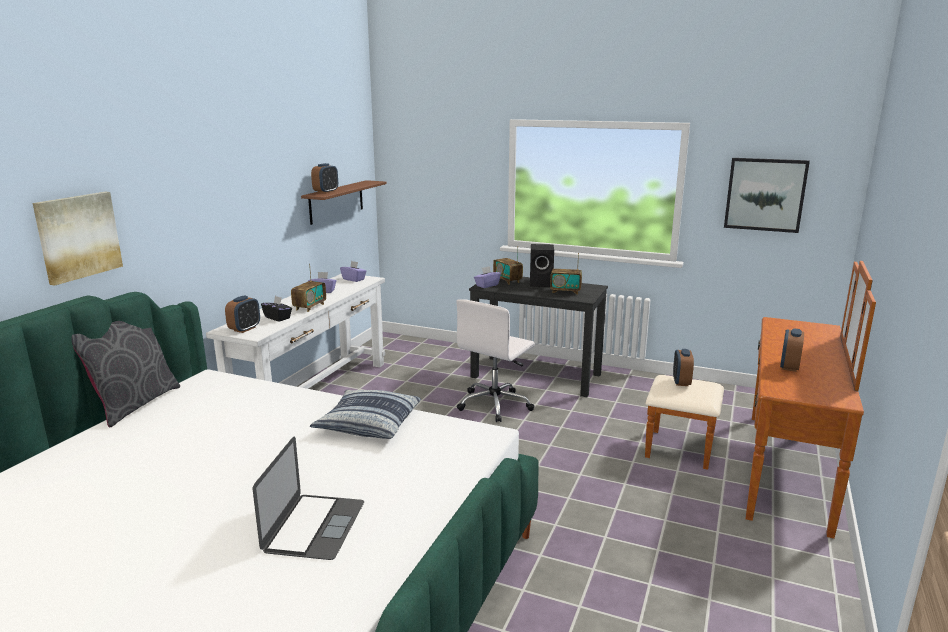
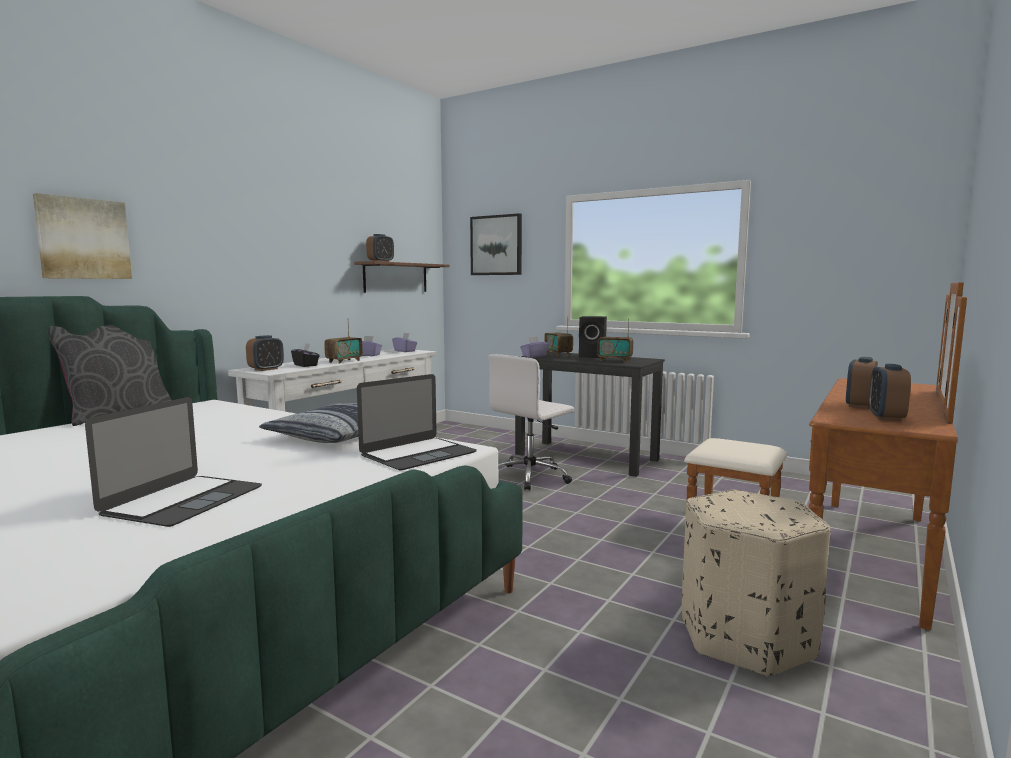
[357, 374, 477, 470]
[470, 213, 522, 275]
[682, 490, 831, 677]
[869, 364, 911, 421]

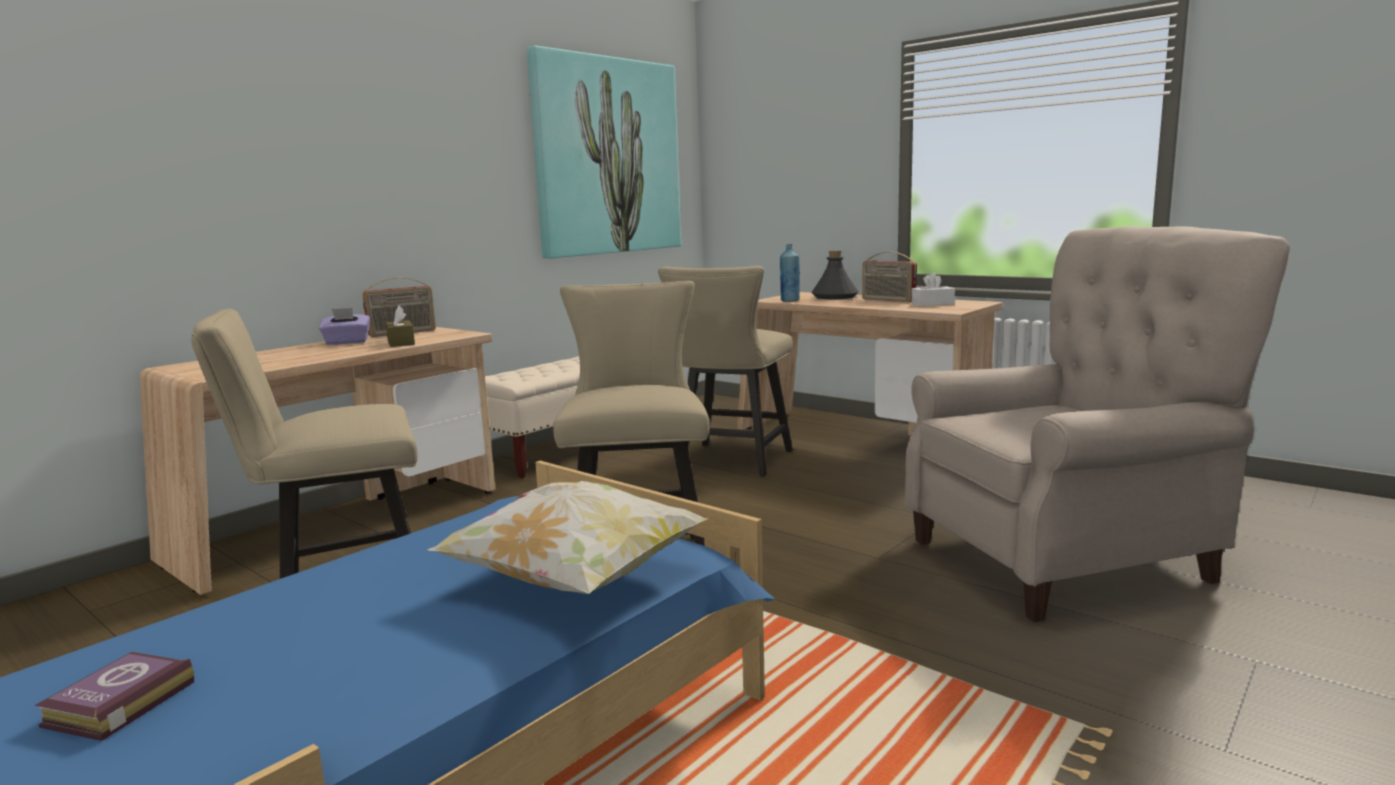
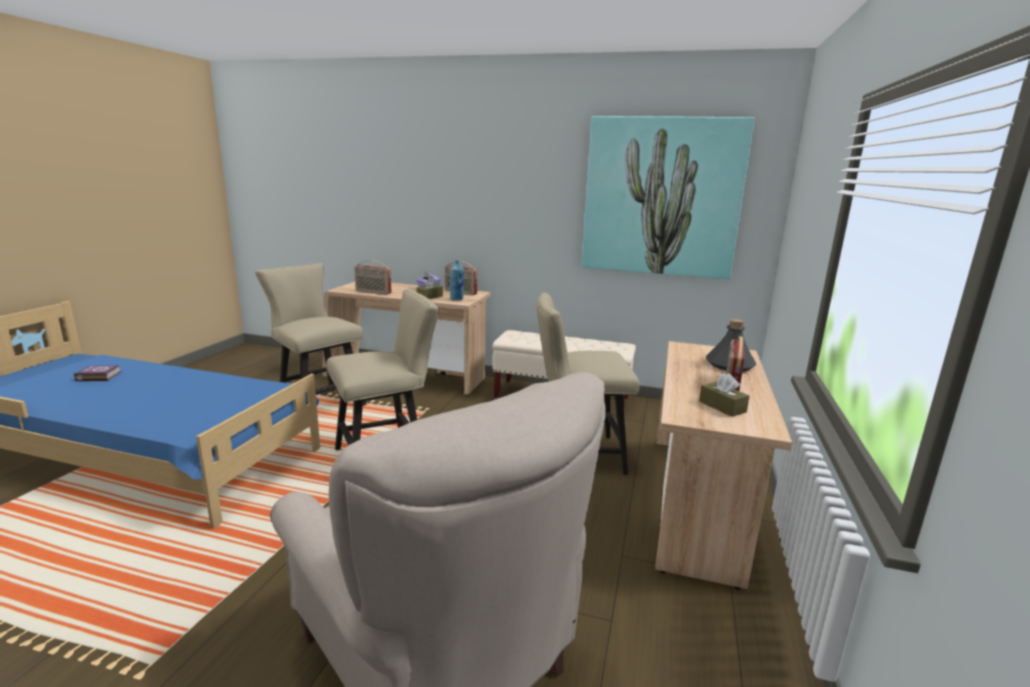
[354, 261, 391, 294]
[450, 260, 464, 301]
[699, 373, 750, 417]
[428, 481, 709, 594] (first image)

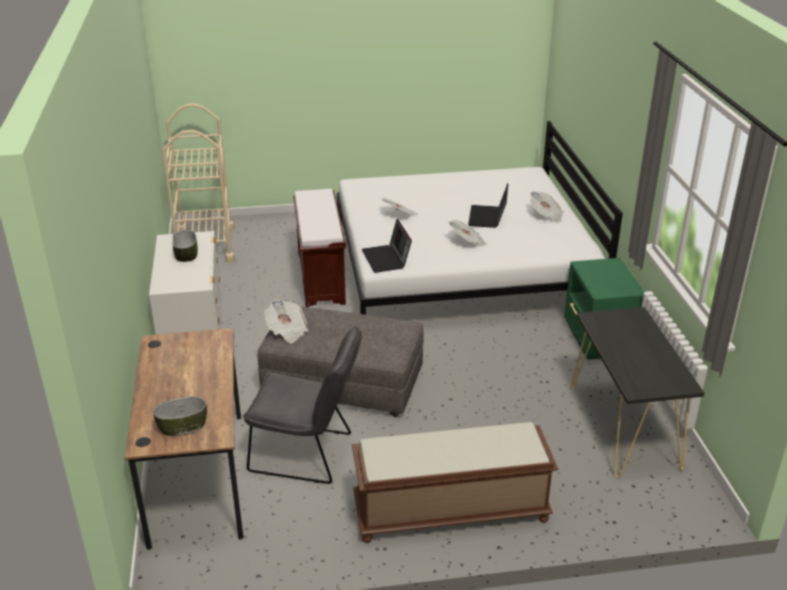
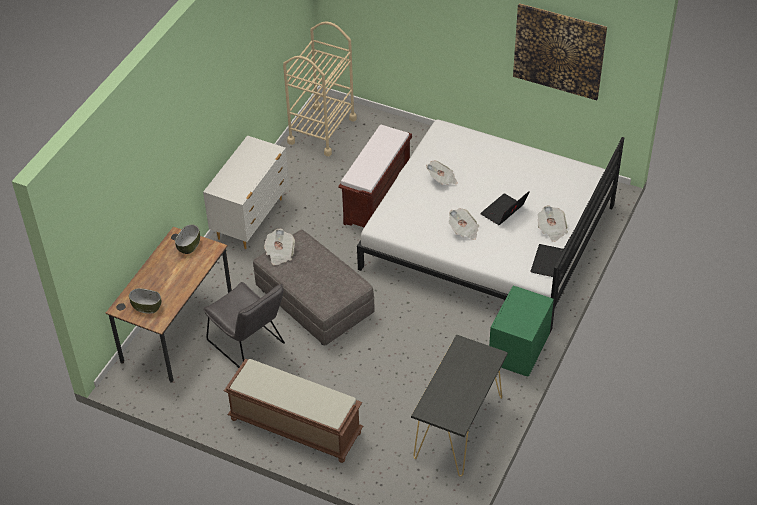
[175, 225, 200, 254]
[513, 3, 607, 100]
[530, 234, 572, 277]

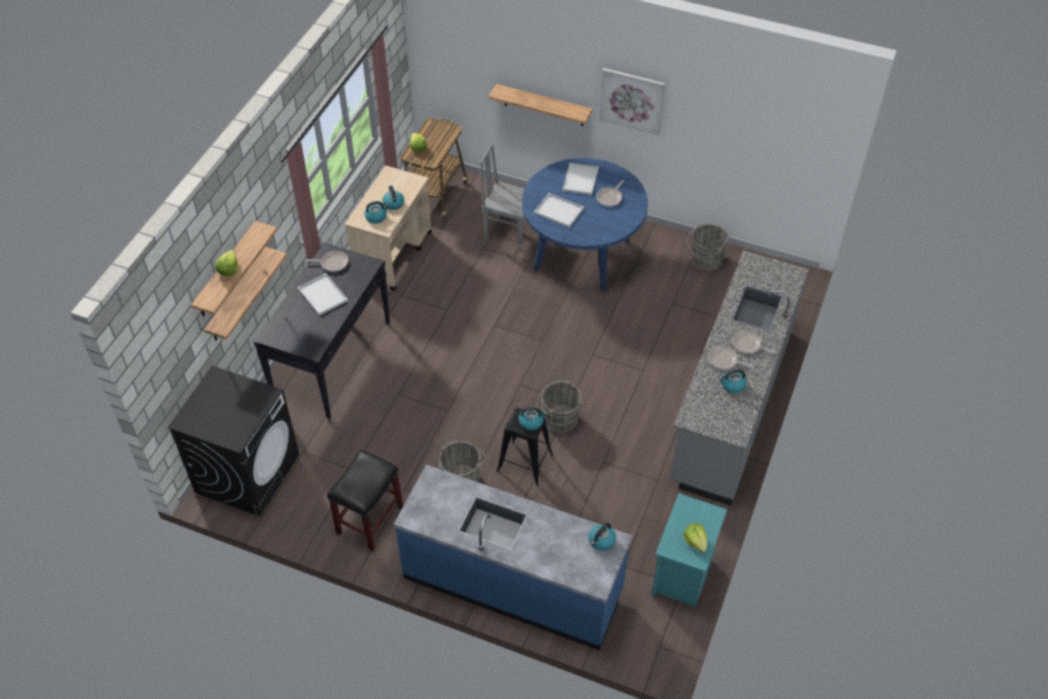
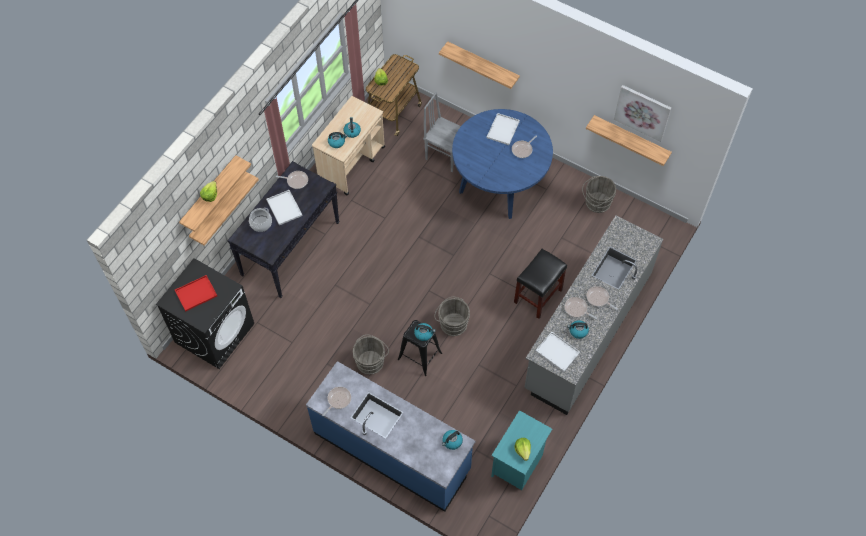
[175, 275, 217, 311]
[249, 208, 272, 232]
[322, 387, 351, 416]
[514, 249, 567, 319]
[535, 332, 580, 372]
[586, 115, 672, 166]
[614, 85, 671, 142]

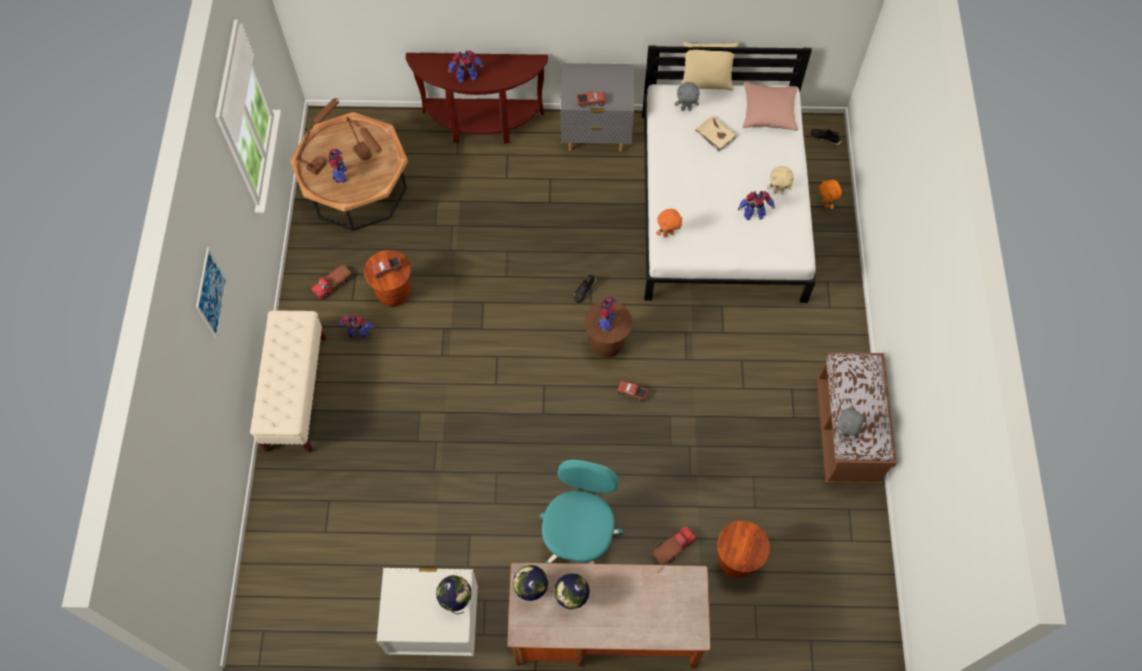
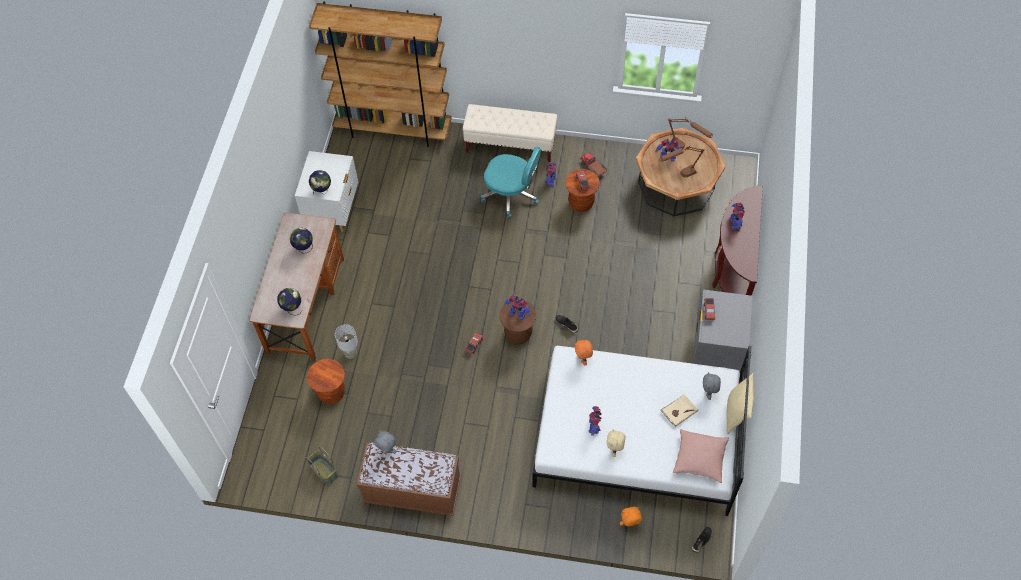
[277, 288, 302, 316]
[306, 446, 338, 485]
[309, 1, 452, 147]
[335, 324, 358, 359]
[481, 146, 541, 219]
[196, 248, 227, 338] (first image)

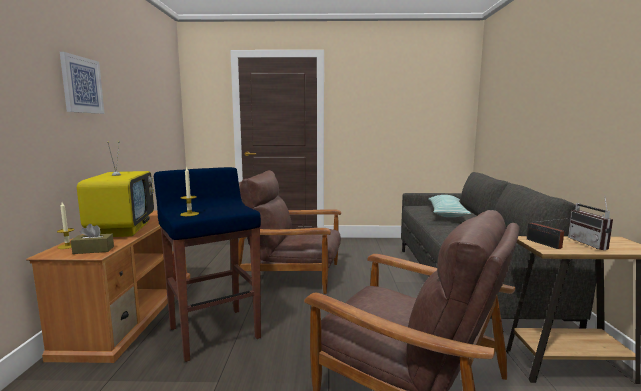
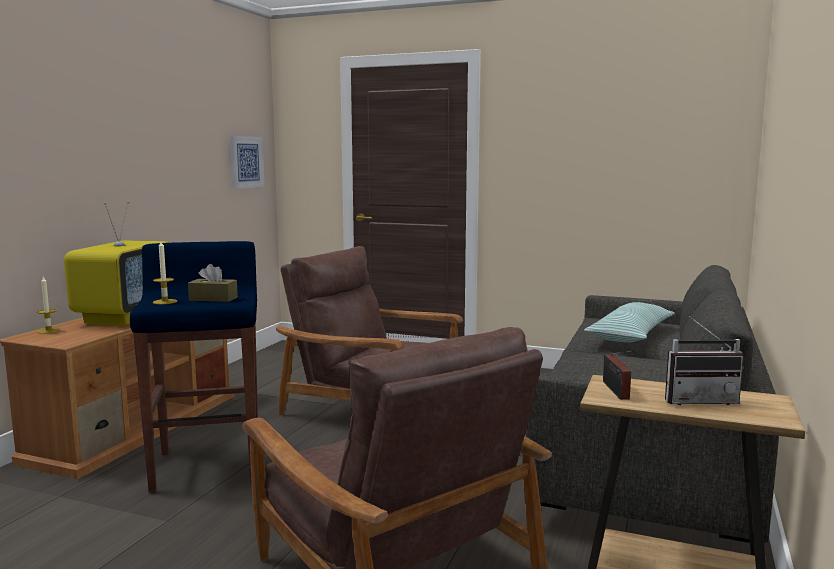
[188, 264, 238, 302]
[230, 136, 264, 189]
[665, 316, 744, 405]

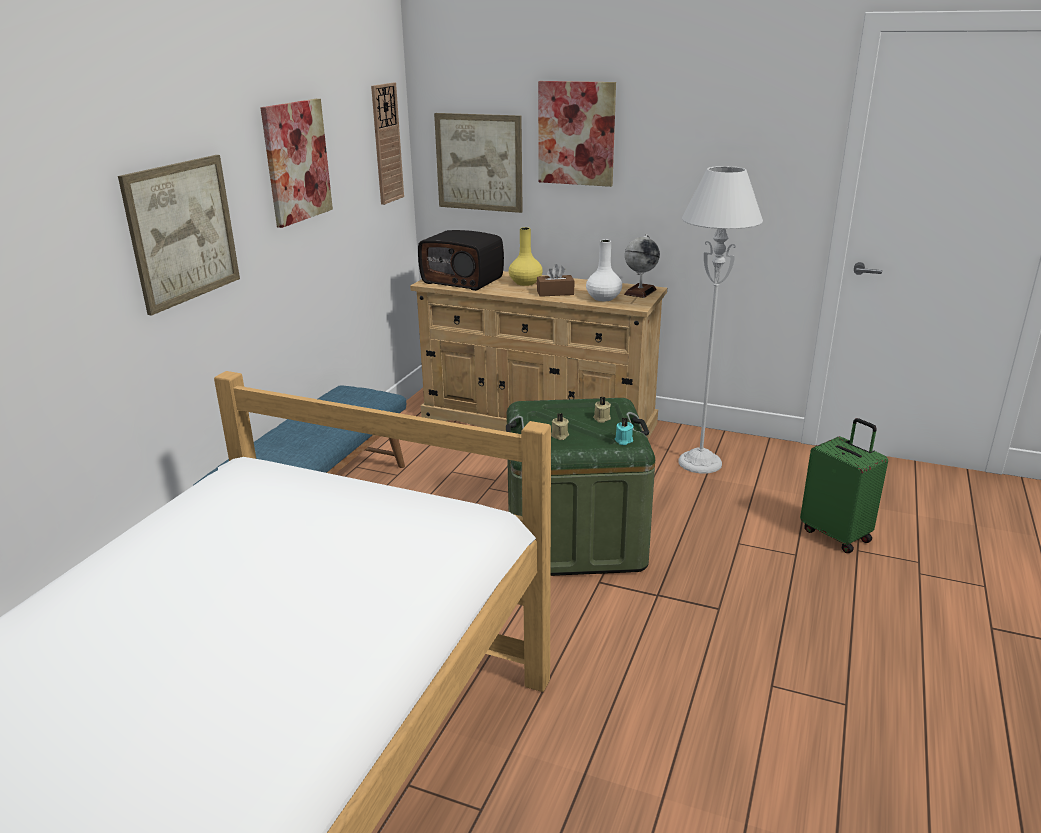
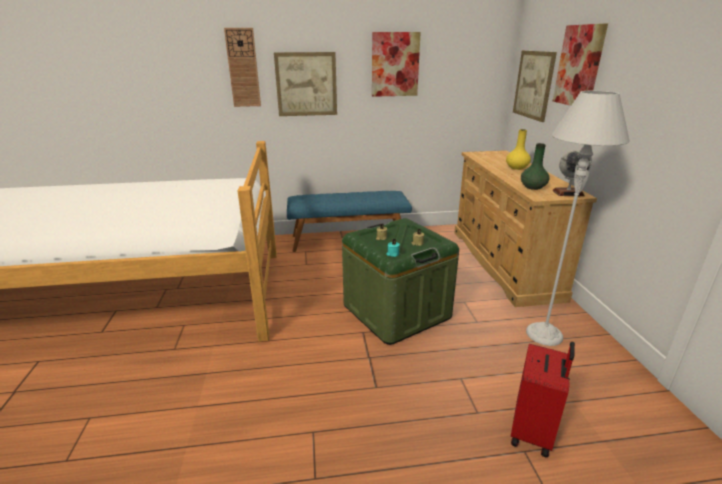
[224, 28, 261, 107]
[511, 342, 575, 457]
[521, 143, 550, 190]
[418, 230, 504, 291] (first image)
[537, 264, 574, 297] (first image)

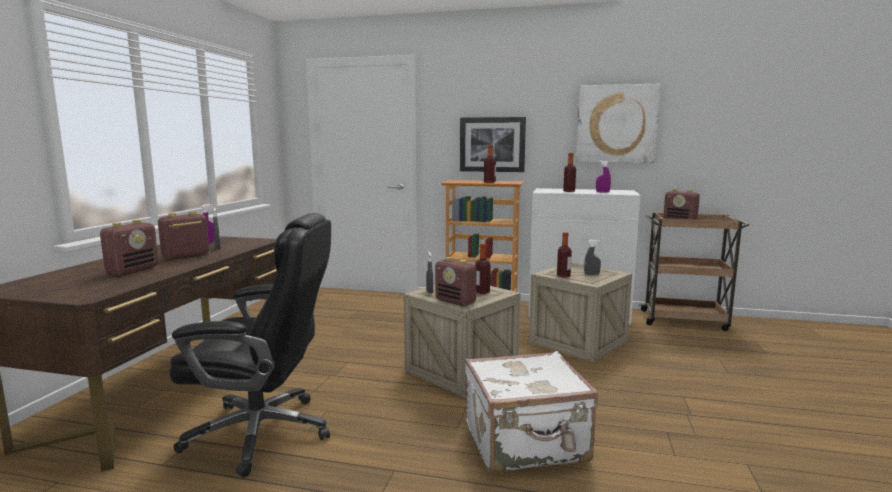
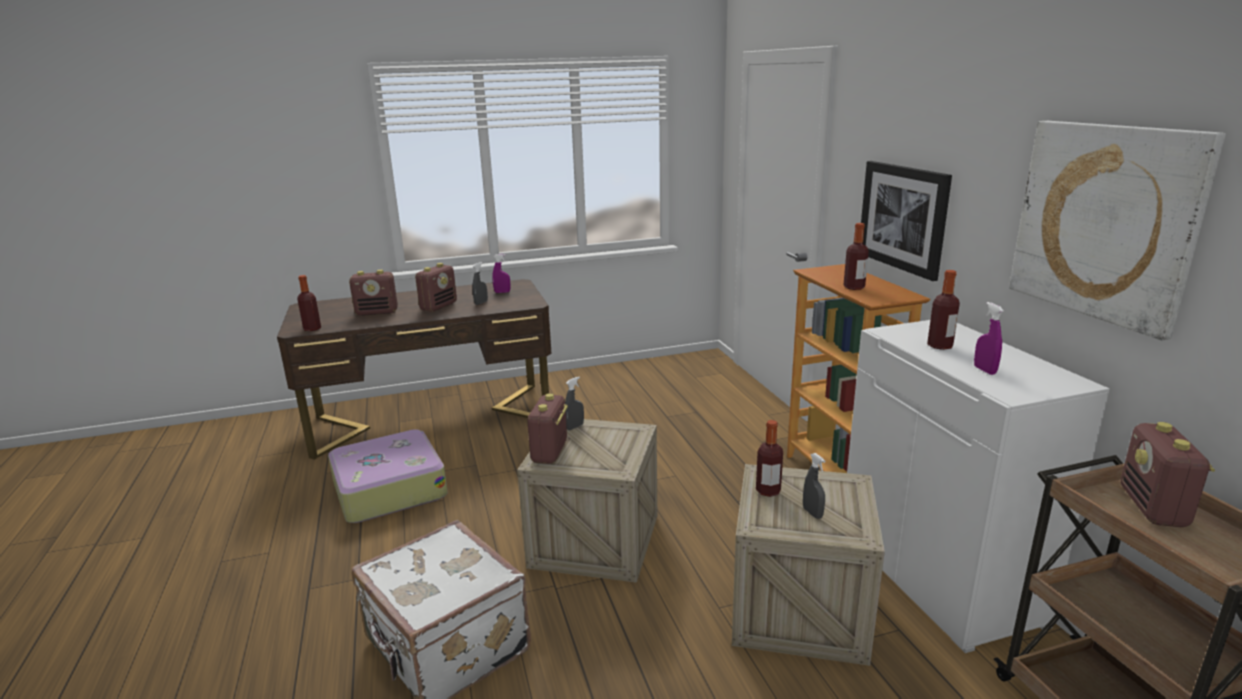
[297, 275, 321, 331]
[328, 429, 448, 523]
[415, 263, 457, 311]

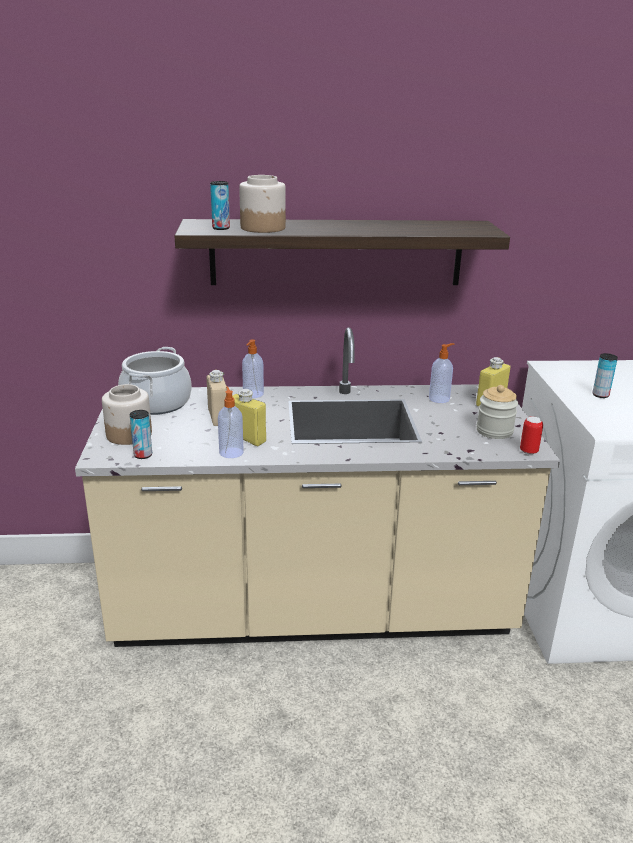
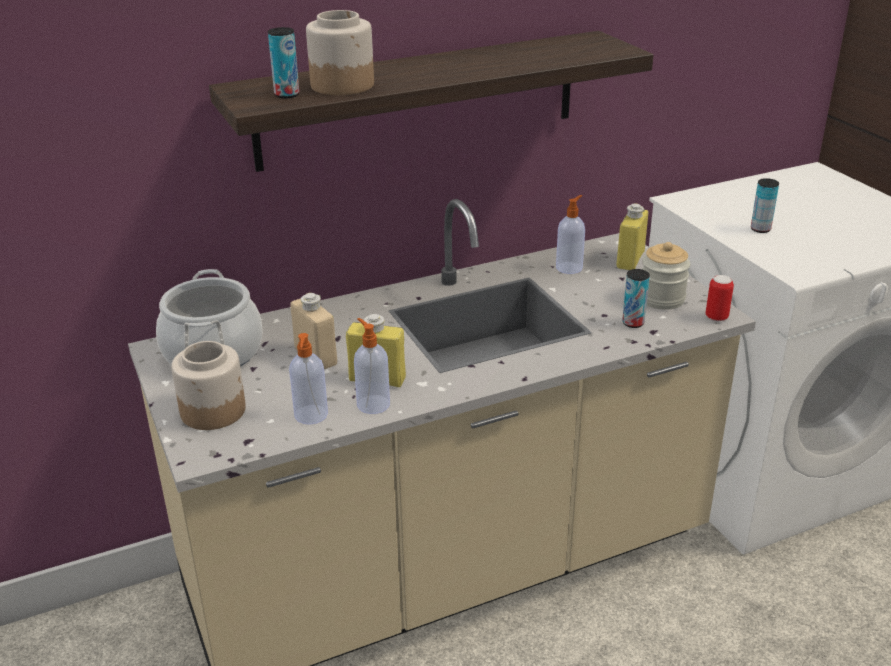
[289, 333, 328, 425]
[622, 269, 650, 328]

